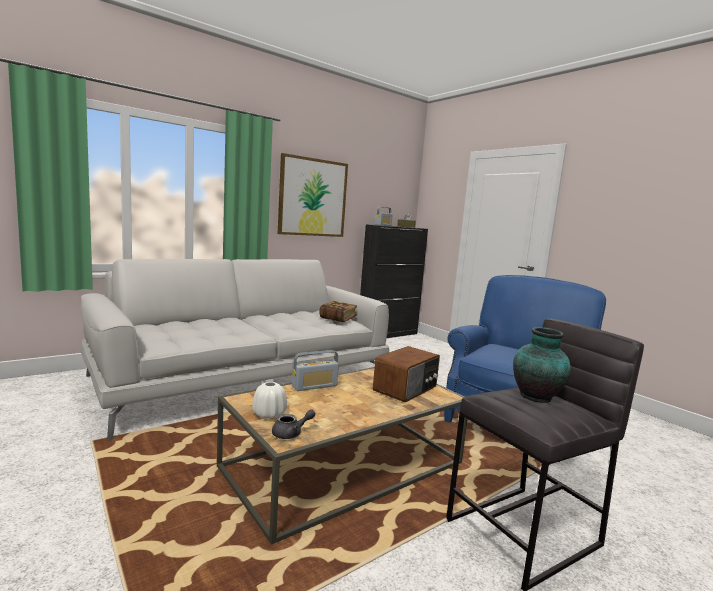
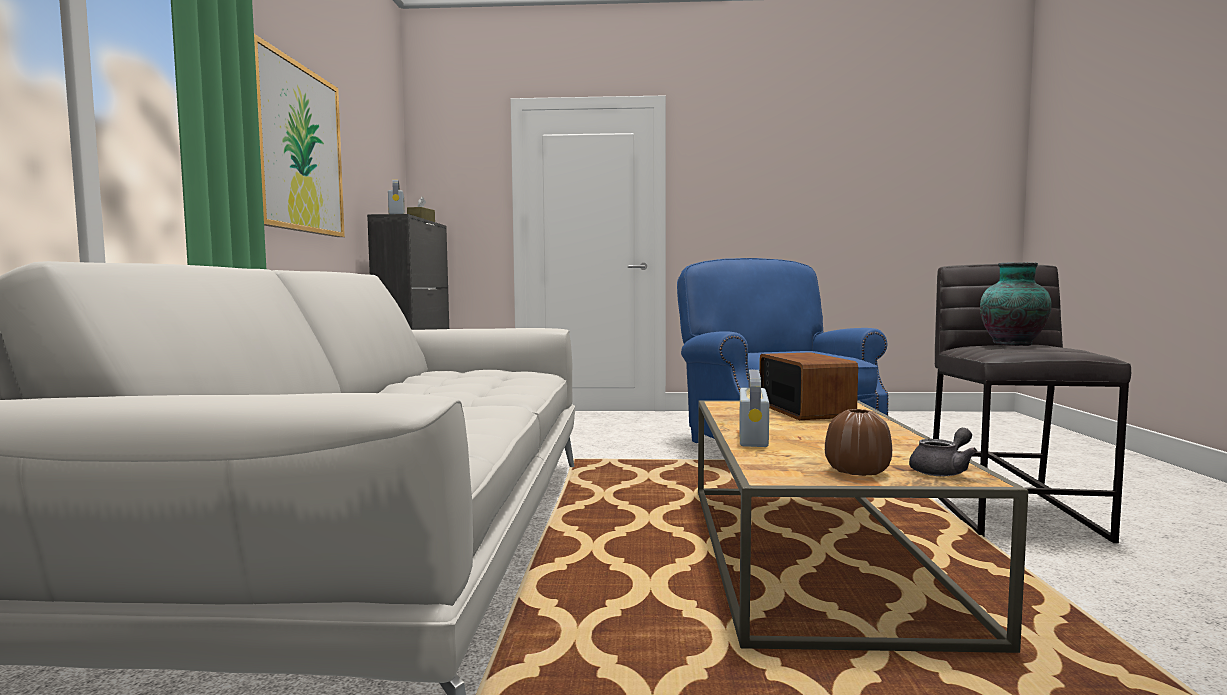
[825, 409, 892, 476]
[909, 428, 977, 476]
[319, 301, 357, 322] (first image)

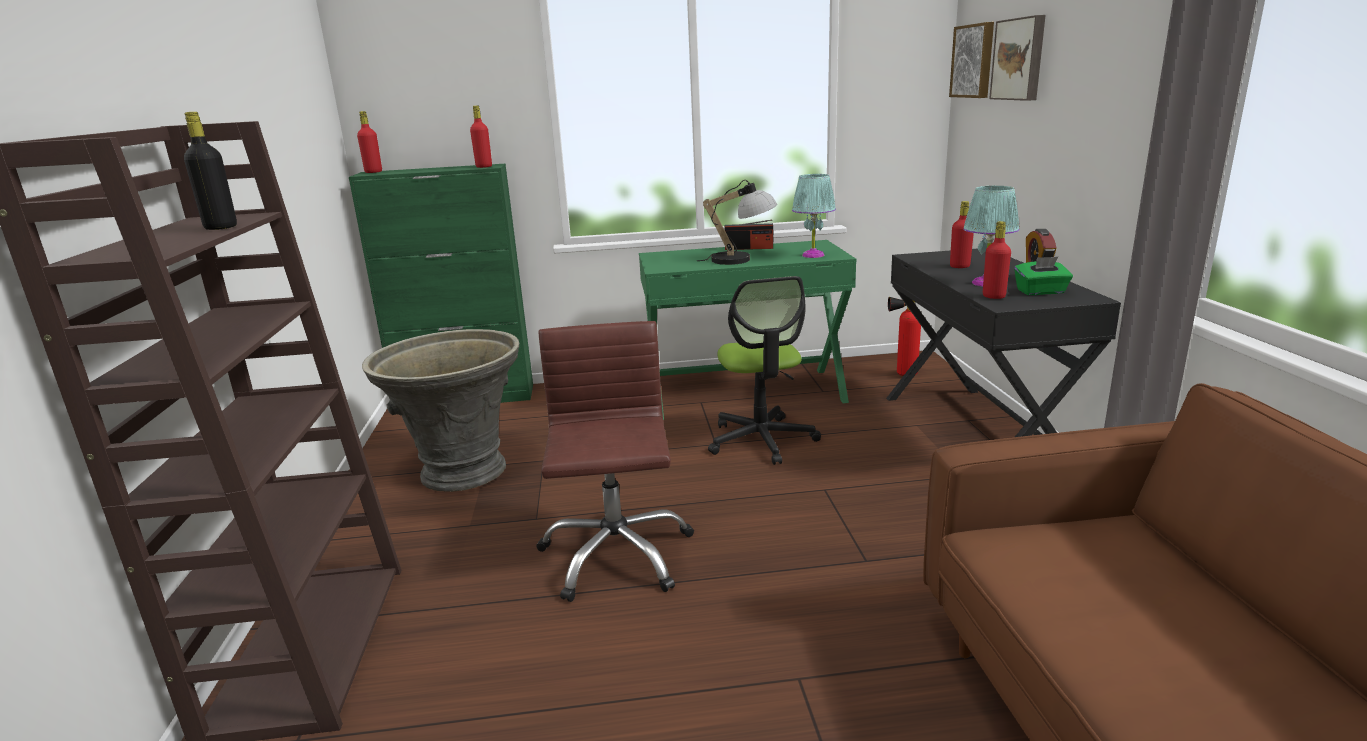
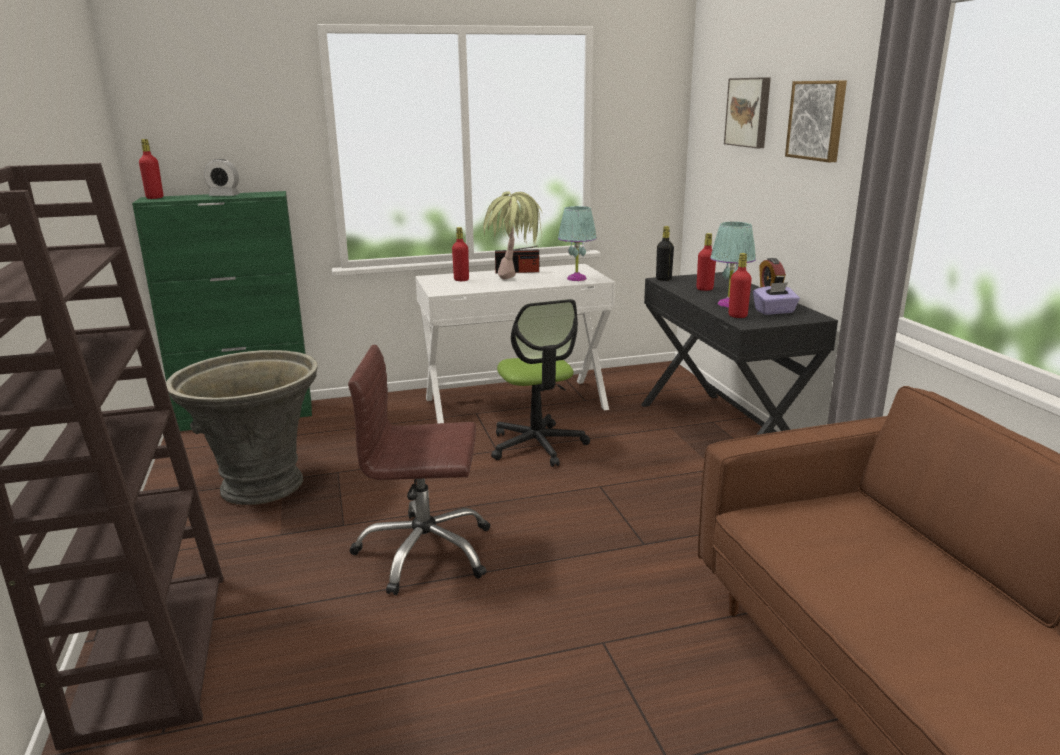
[204, 159, 240, 196]
[348, 345, 490, 595]
[415, 264, 615, 424]
[452, 227, 469, 281]
[483, 191, 542, 279]
[656, 226, 674, 281]
[753, 282, 800, 315]
[785, 80, 847, 162]
[888, 297, 921, 376] (first image)

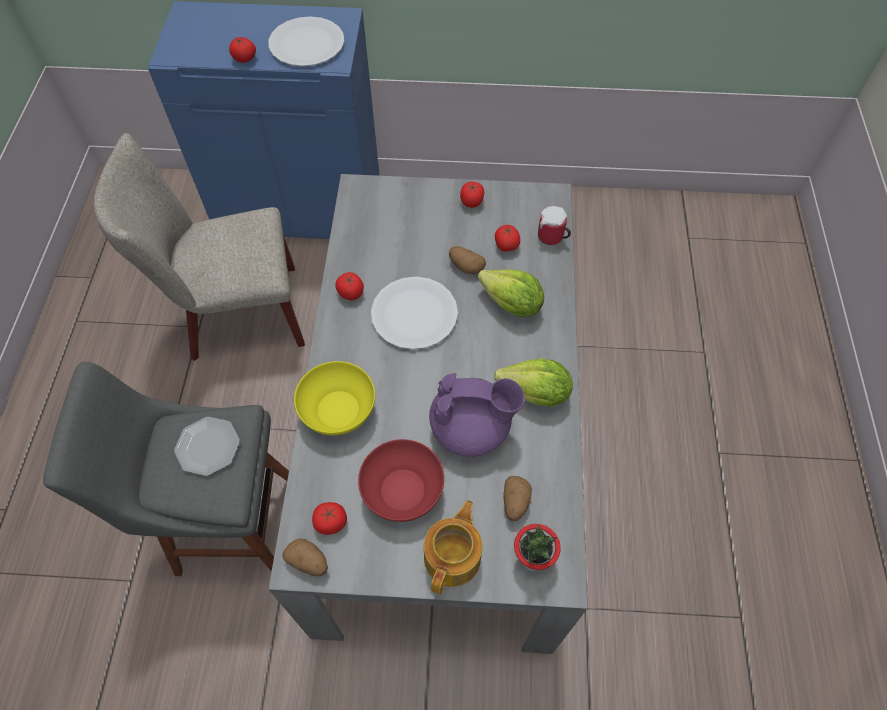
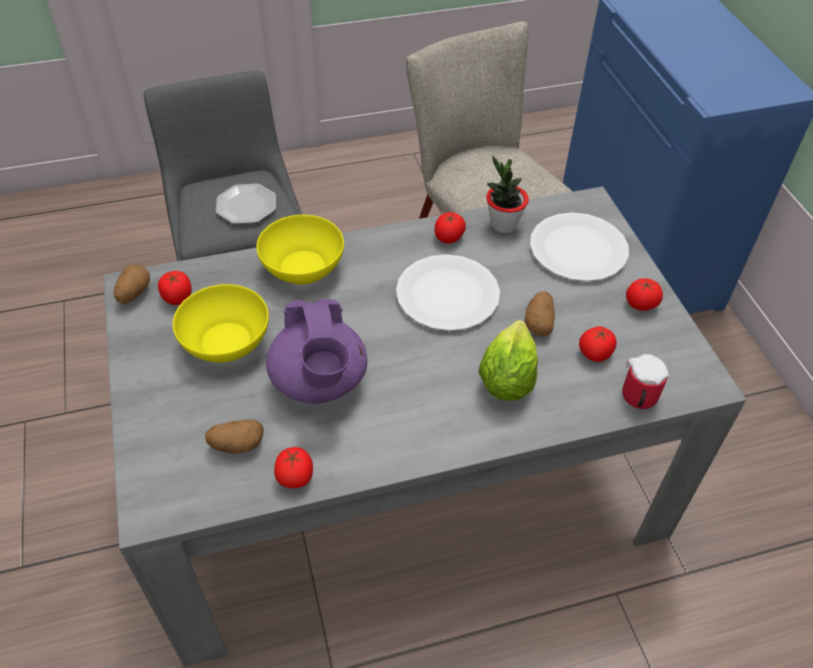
[173, 284, 269, 363]
[274, 447, 313, 488]
[486, 156, 529, 233]
[530, 212, 629, 282]
[424, 500, 482, 594] (first image)
[494, 359, 573, 407] (first image)

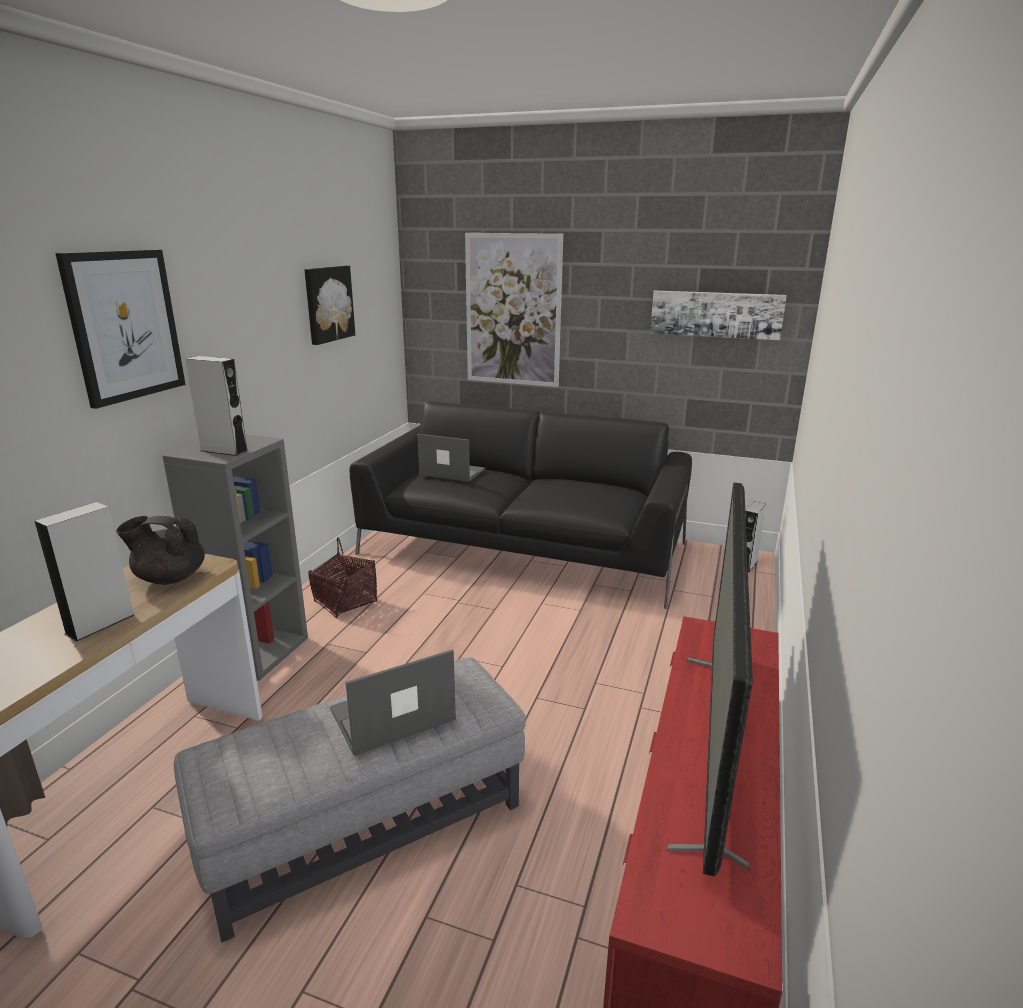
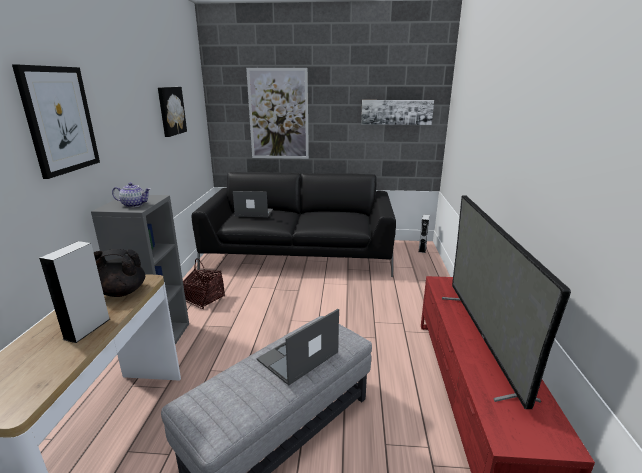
[112, 182, 151, 208]

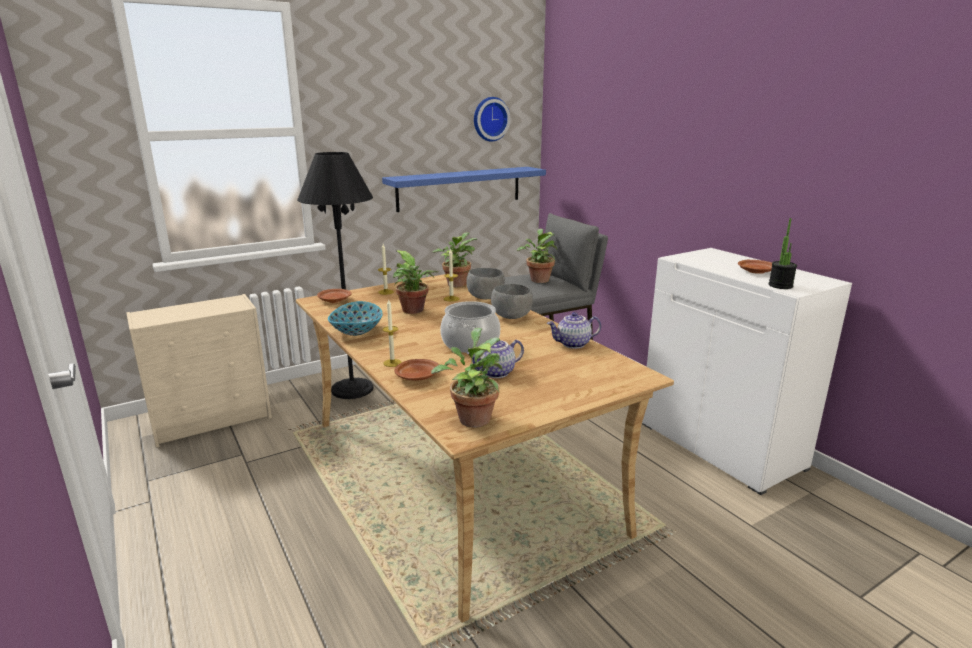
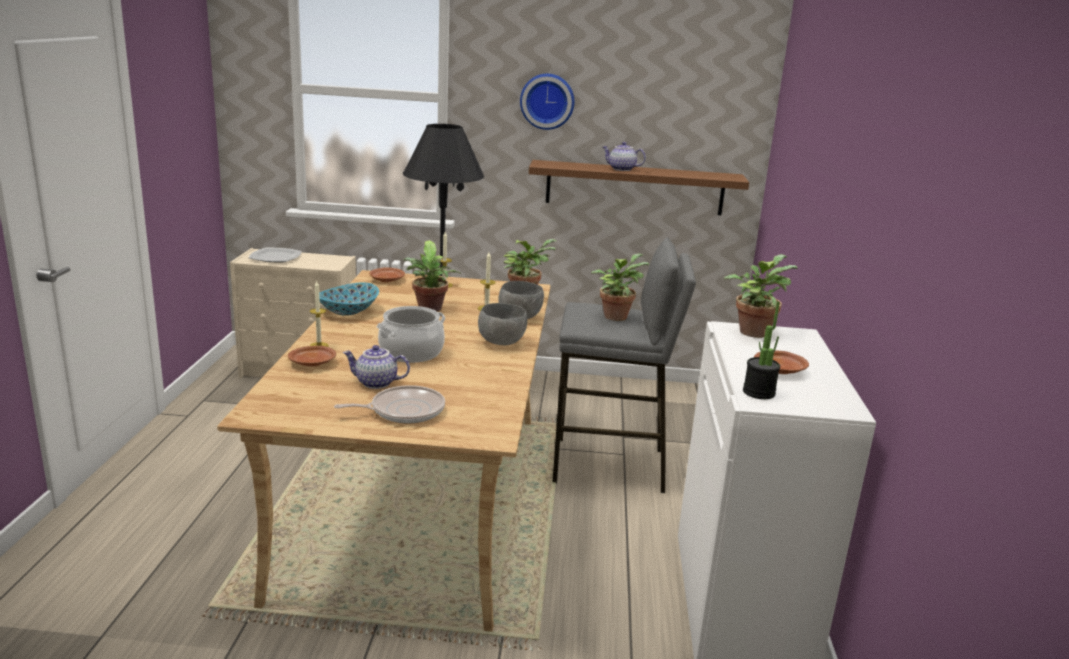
[249, 248, 302, 262]
[334, 385, 445, 423]
[520, 74, 574, 130]
[529, 160, 749, 215]
[603, 142, 646, 171]
[724, 254, 797, 338]

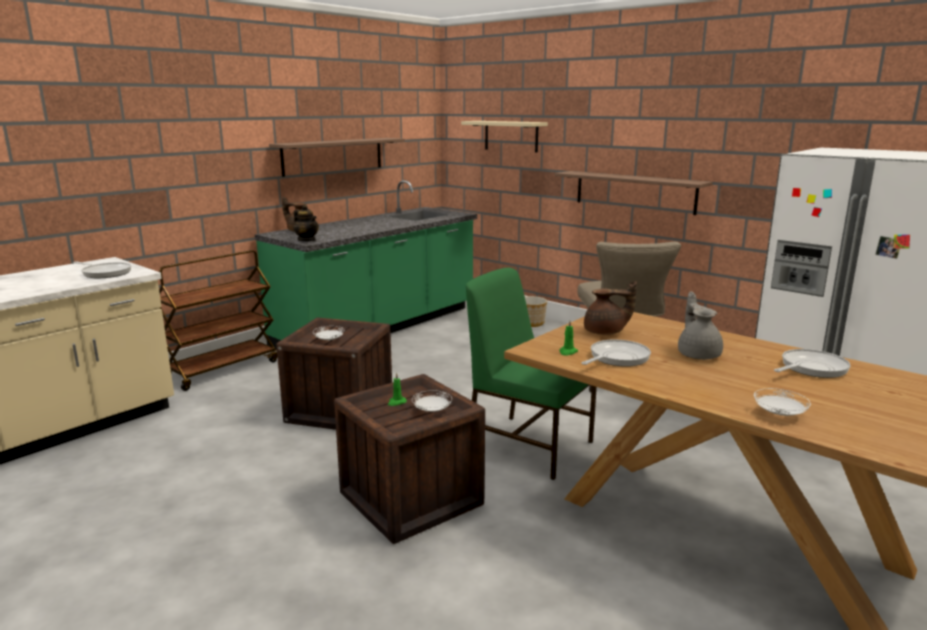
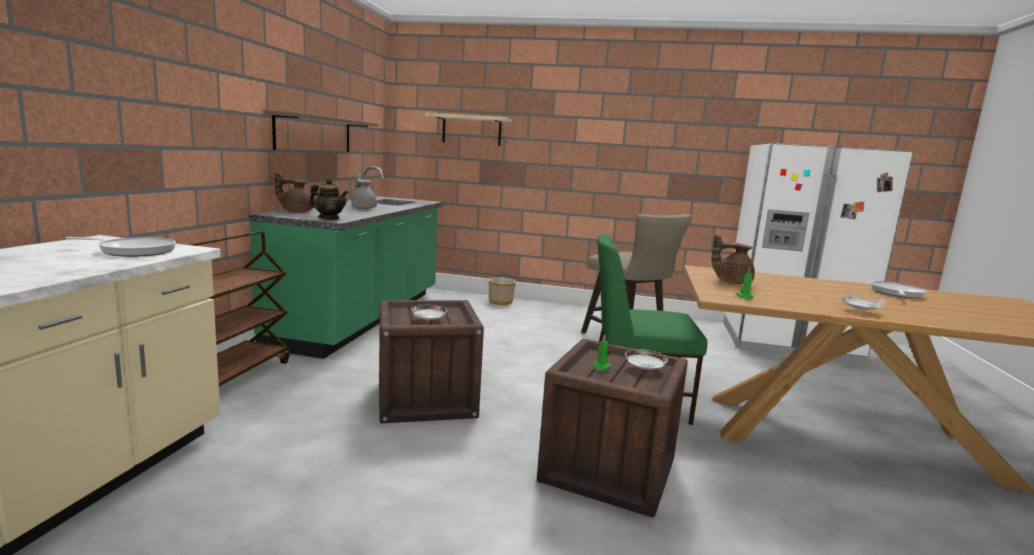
[351, 173, 377, 209]
[711, 235, 755, 284]
[840, 293, 886, 311]
[555, 171, 713, 215] (first image)
[581, 340, 651, 367] (first image)

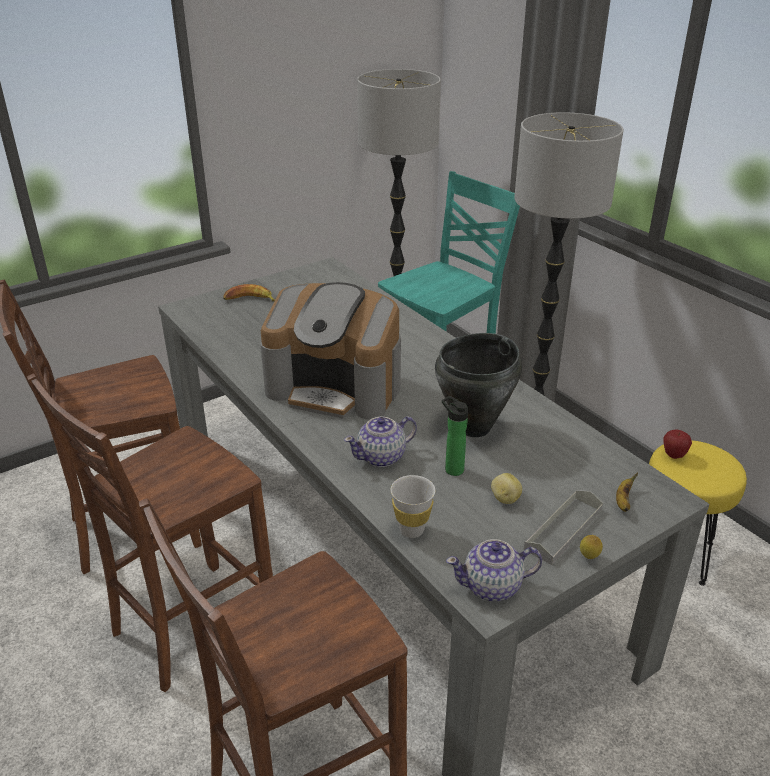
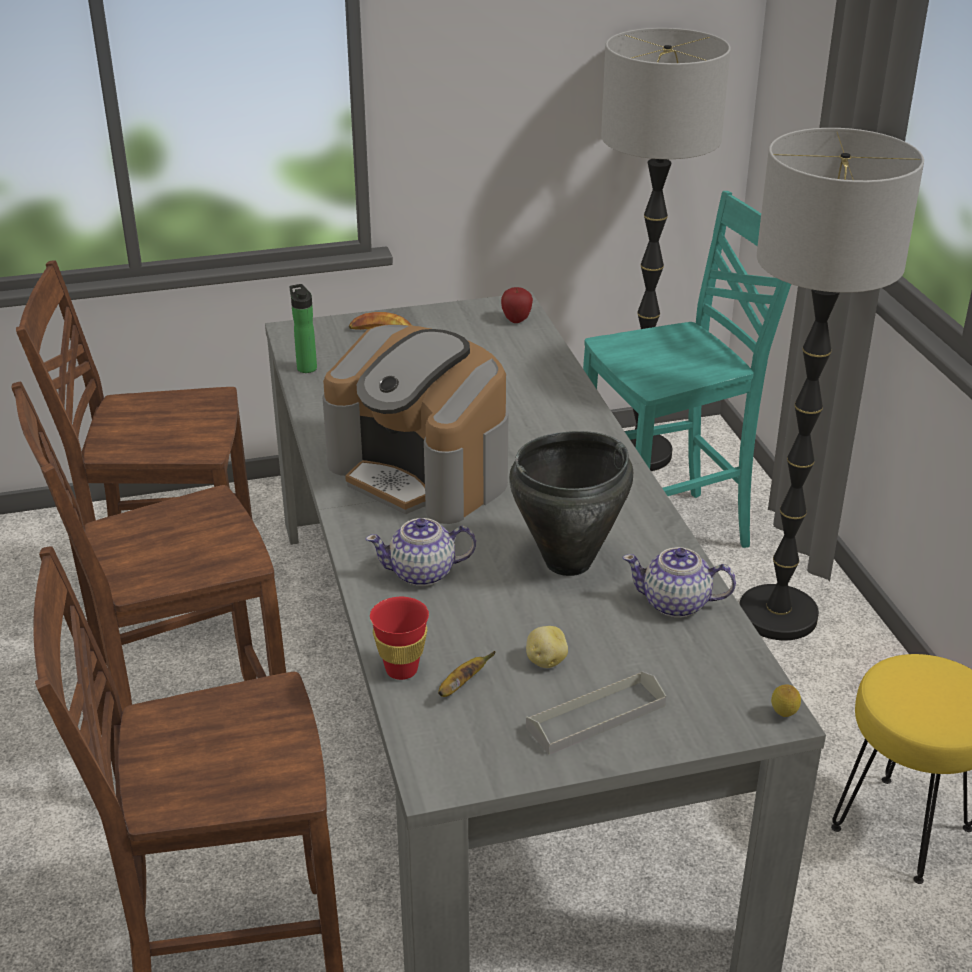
[289, 284, 317, 373]
[370, 597, 429, 680]
[438, 651, 496, 697]
[501, 287, 533, 323]
[622, 547, 736, 618]
[771, 684, 801, 717]

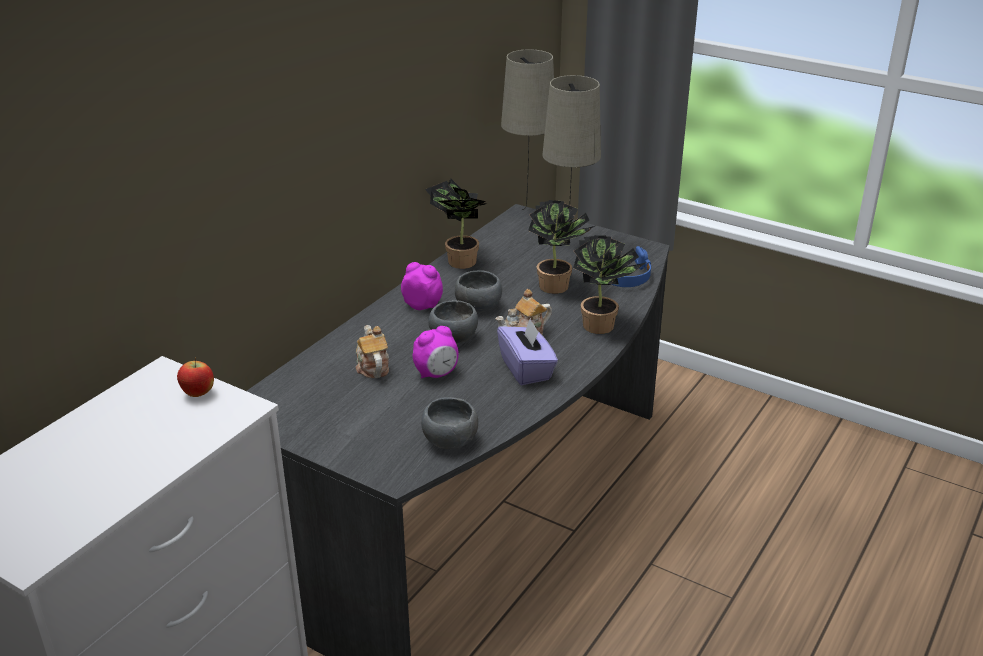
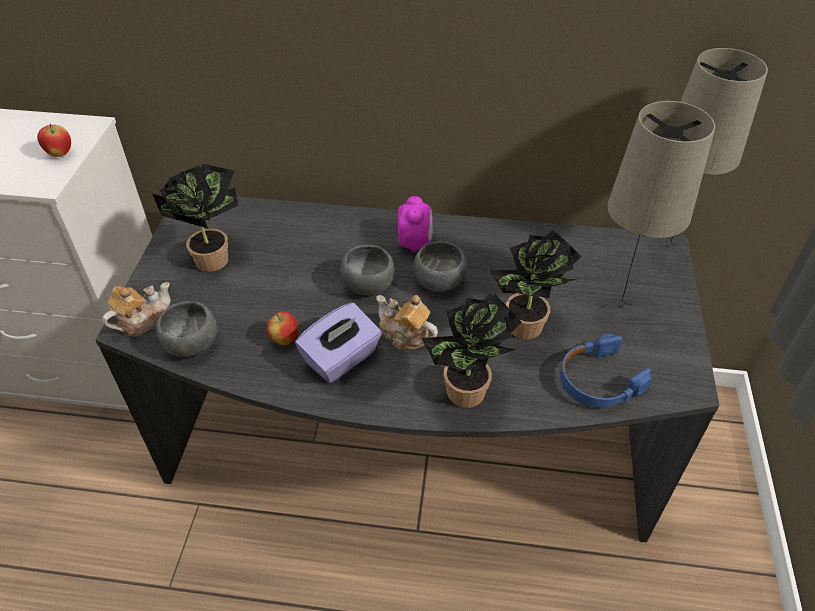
[102, 282, 171, 337]
[153, 163, 239, 272]
[267, 311, 298, 345]
[413, 326, 459, 379] (first image)

